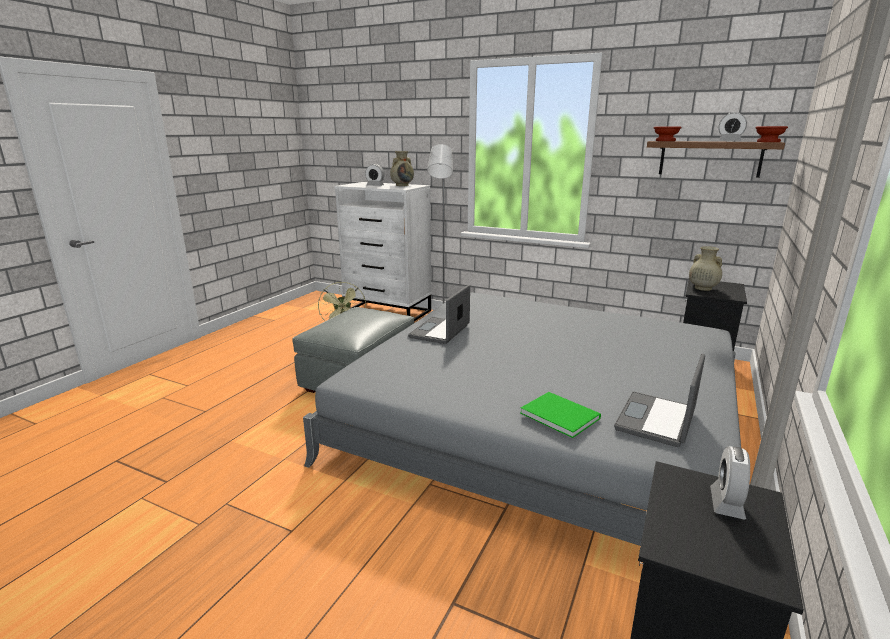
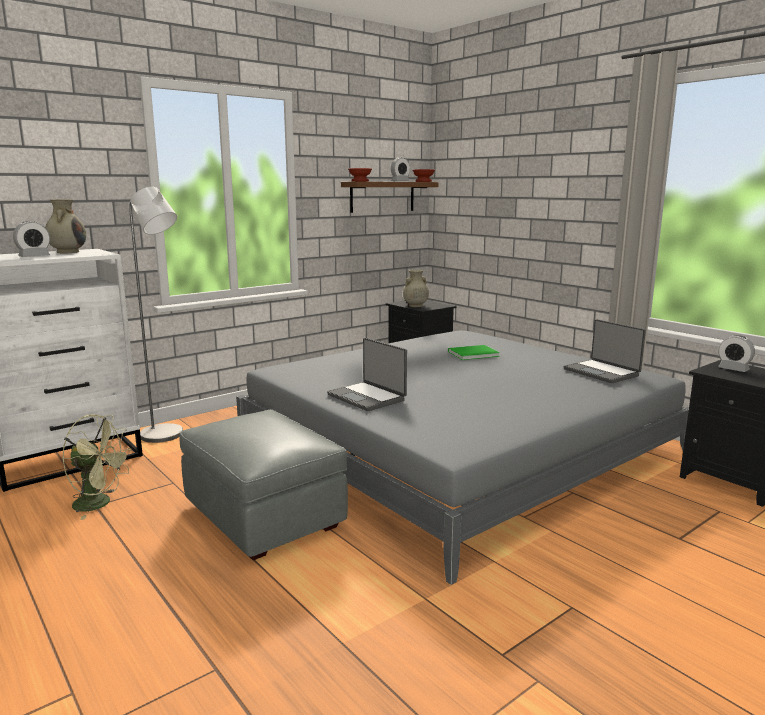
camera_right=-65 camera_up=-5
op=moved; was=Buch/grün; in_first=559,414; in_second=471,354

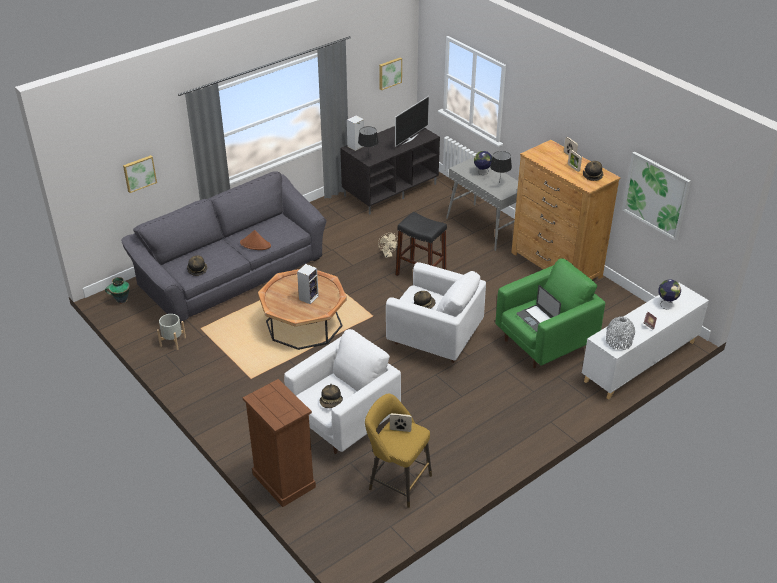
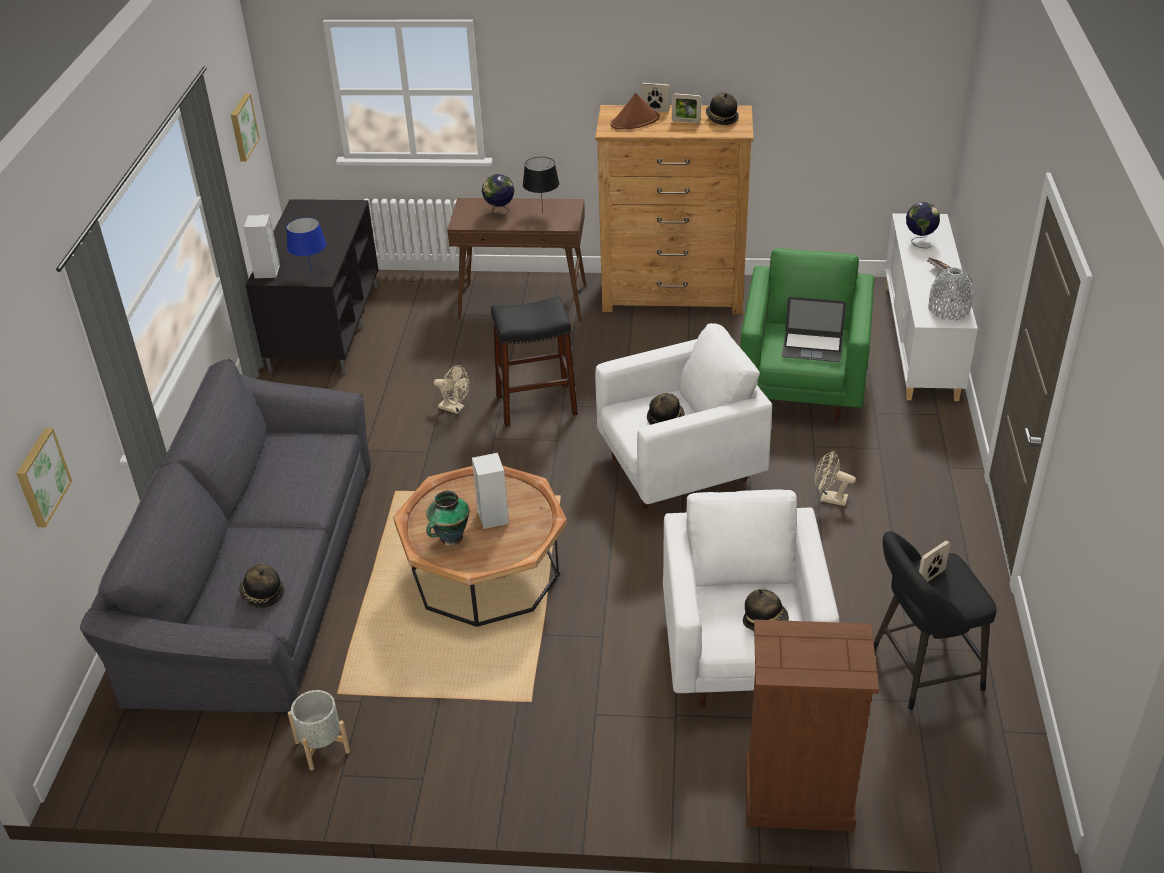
camera_right=-45 camera_up=0
op=moved; was=Vase; in_first=121,300; in_second=450,538
op=moved; was=Hut/braun; in_first=255,244; in_second=635,121
op=recoloured; was=Tischlampe/schwarz; now=Tischlampe/blau; in_first=368,158; in_second=312,276
op=recoloured; was=Hocker/gelb; now=Hocker/schwarz; in_first=397,481; in_second=920,671
op=removed; was=Fernseher; in_first=409,139
op=recoloured; was=Konsolentisch/grau; now=Konsolentisch/braun; in_first=485,227; in_second=523,301
op=removed; was=Bild; in_first=656,195
op=added; now=Ventilator/beige; in_second=829,499

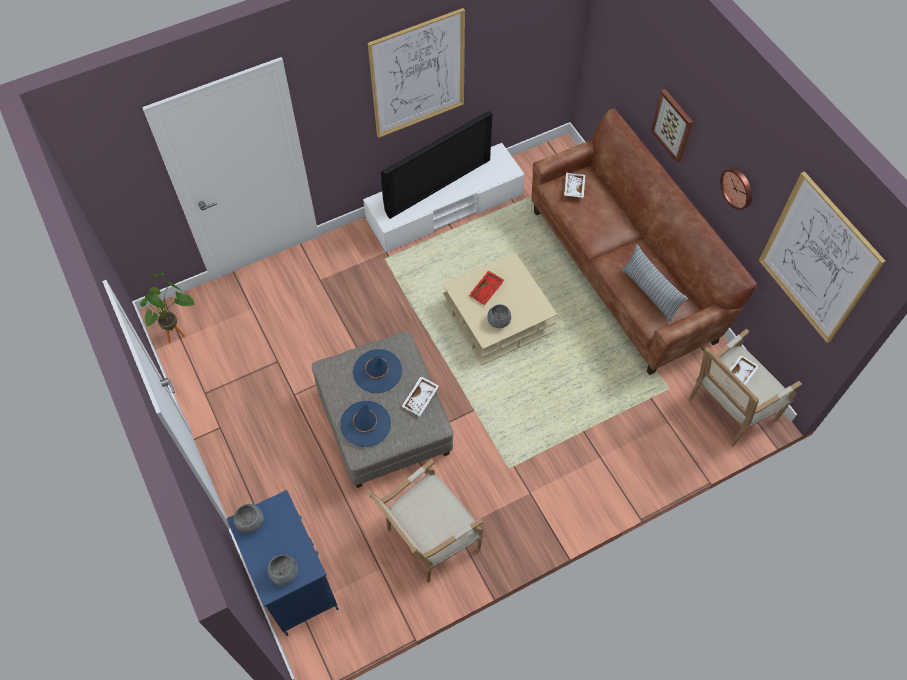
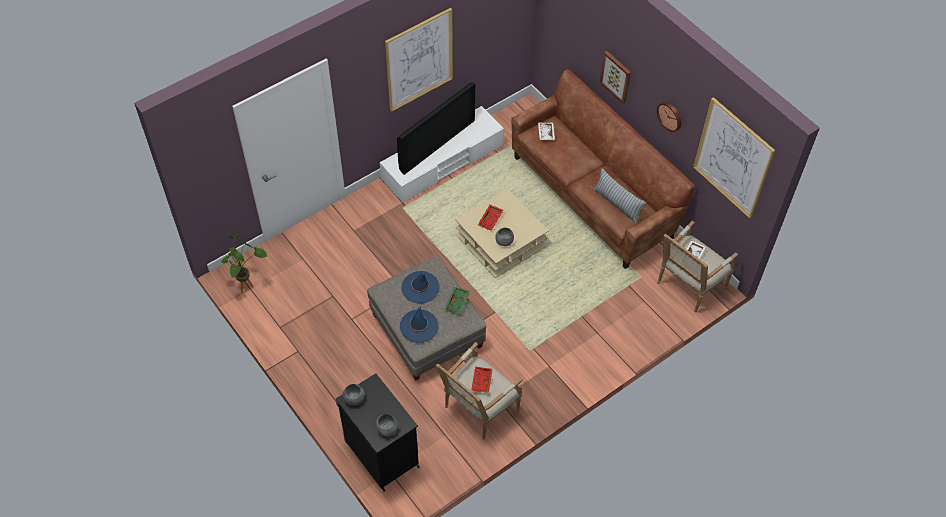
camera_right=-10 camera_up=-5
op=recoloured; was=Schrank/blau; now=Schrank/schwarz; in_first=293,581; in_second=380,453
op=recoloured; was=Tablett/weiß; now=Tablett/grün; in_first=421,399; in_second=457,303
op=added; now=Tablett/rot; in_second=481,381

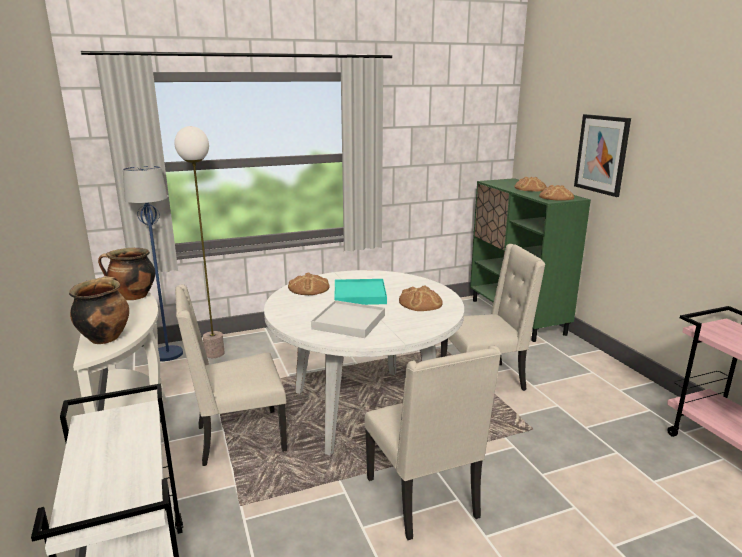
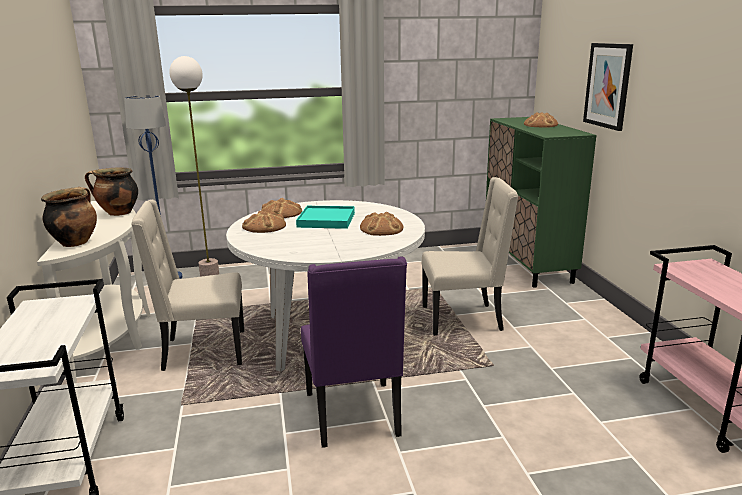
camera_right=10 camera_up=0
op=removed; was=Tablett/weiß; in_first=348,322
op=recoloured; was=Stuhl/beige; now=Stuhl/lila; in_first=424,499; in_second=354,415
op=moved; was=Brot; in_first=556,197; in_second=264,226

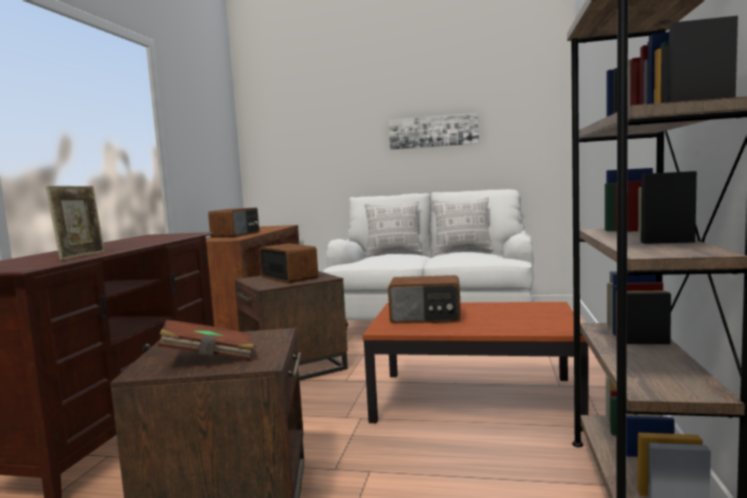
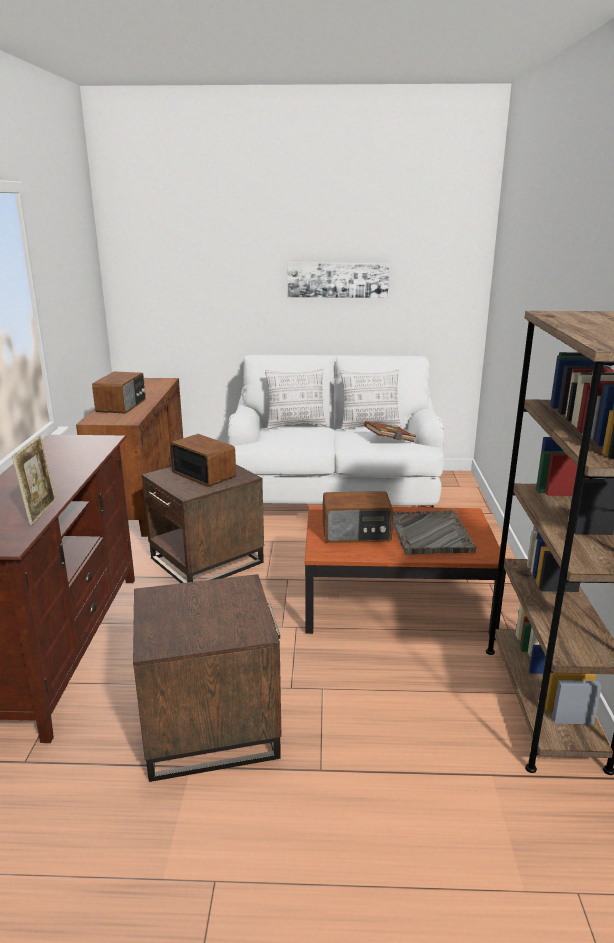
camera_right=-10 camera_up=15
op=moved; was=Buch/braun; in_first=209,358; in_second=389,441
op=added; now=Tablett/grau; in_second=430,534

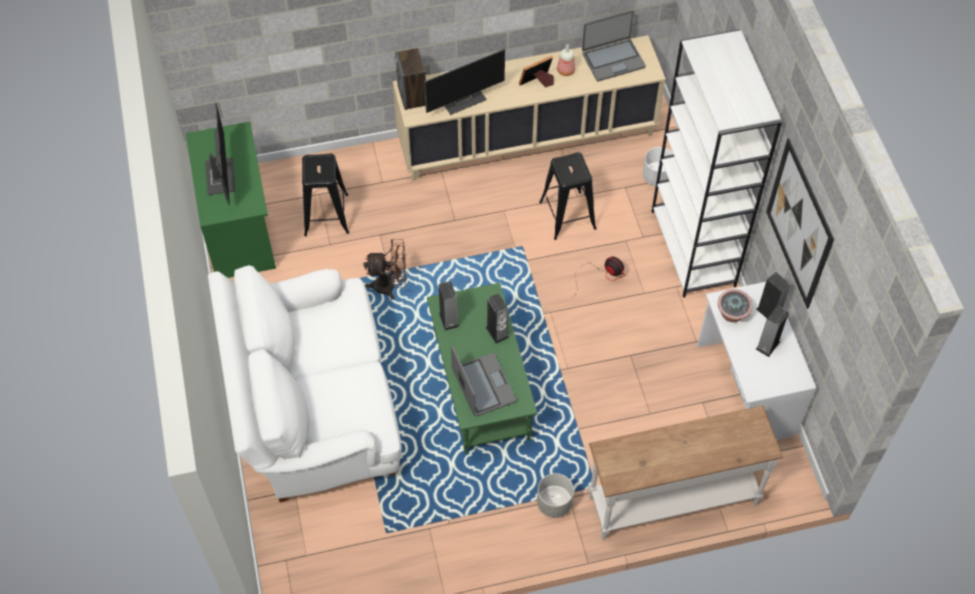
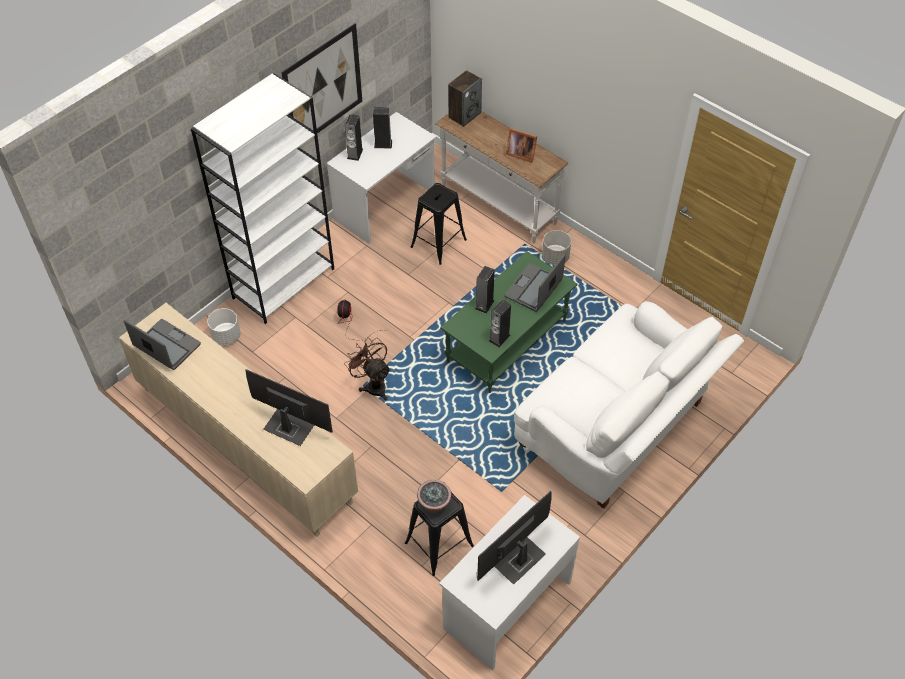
camera_right=-125 camera_up=-5
op=recoloured; was=Schreibtisch/grün; now=Schreibtisch/weiß; in_first=240,228; in_second=506,604
op=moved; was=Ventilator/braun; in_first=390,286; in_second=373,385
op=moved; was=Lautsprecher; in_first=412,96; in_second=464,115
op=moved; was=Bilderrahmen; in_first=537,82; in_second=520,153
op=moved; was=Hocker/schwarz; in_first=567,215; in_second=438,243
op=removed; was=Flasche; in_first=566,70
op=moved; was=Topfpflanze; in_first=732,315; in_second=434,504

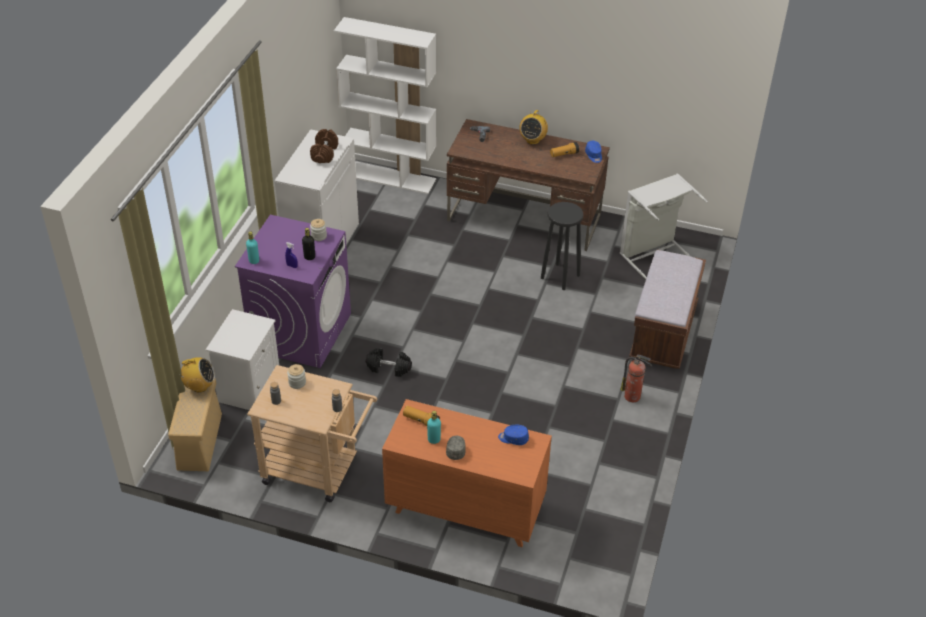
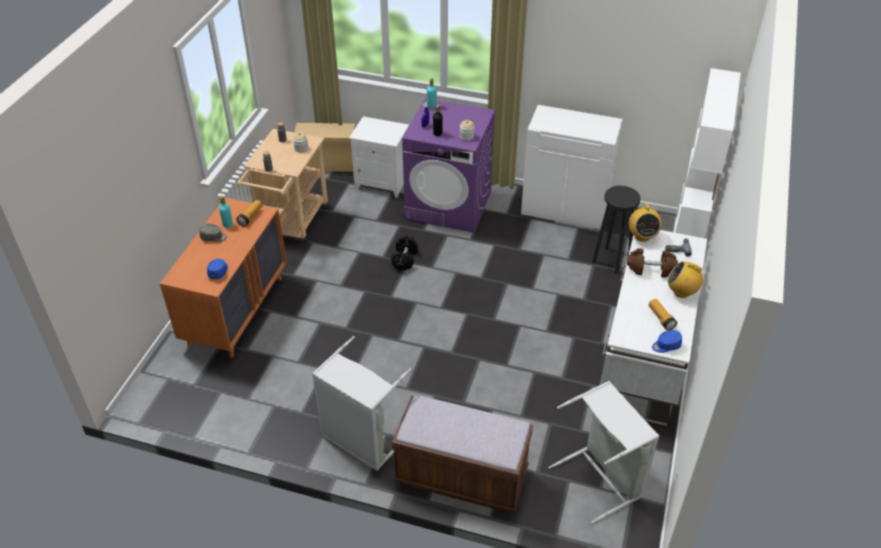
camera_right=90 camera_up=0
op=moved; was=Radio; in_first=199,386; in_second=642,236
op=moved; was=Hantel/braun; in_first=324,153; in_second=650,269
op=recoloured; was=Schreibtisch/braun; now=Schreibtisch/weiß; in_first=525,217; in_second=644,357
op=moved; was=Hocker/schwarz; in_first=560,277; in_second=611,260
op=replaced; was=Feuerlöscher; now=Wäschekorb/grau; in_first=633,396; in_second=361,440

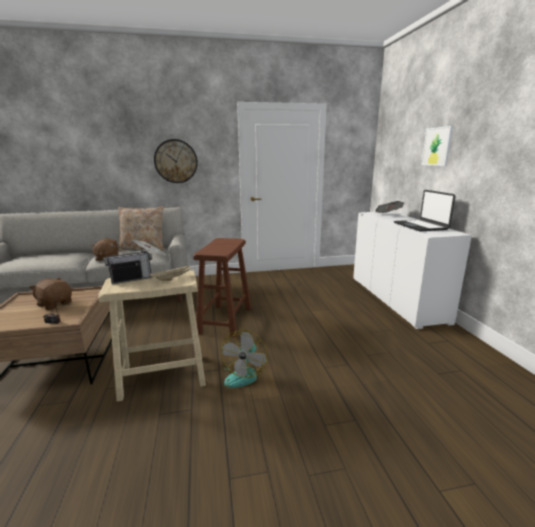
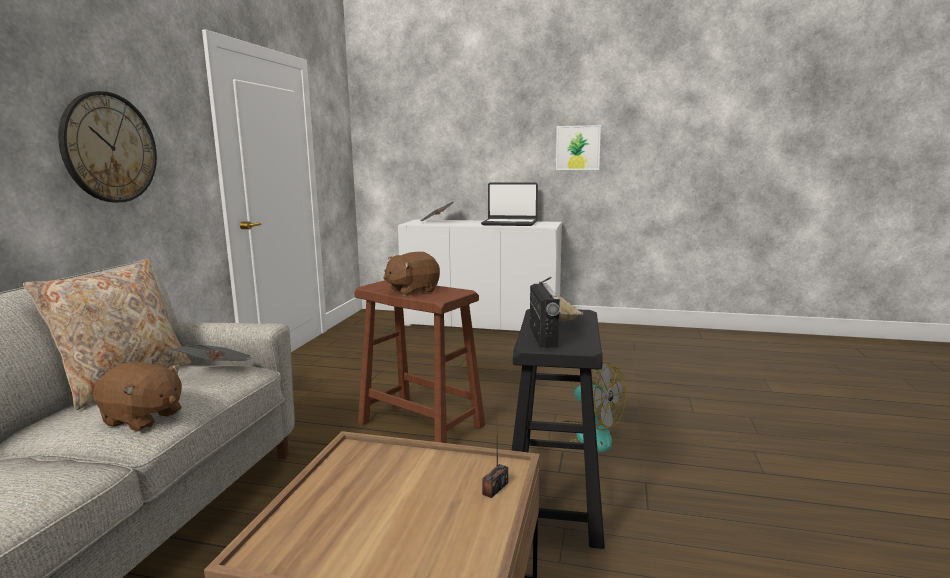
camera_right=-65 camera_up=-5
op=moved; was=Plüschtier/braun; in_first=55,304; in_second=412,291
op=recoloured; was=Hocker/beige; now=Hocker/schwarz; in_first=164,376; in_second=554,498
op=moved; was=Bild; in_first=437,146; in_second=578,148

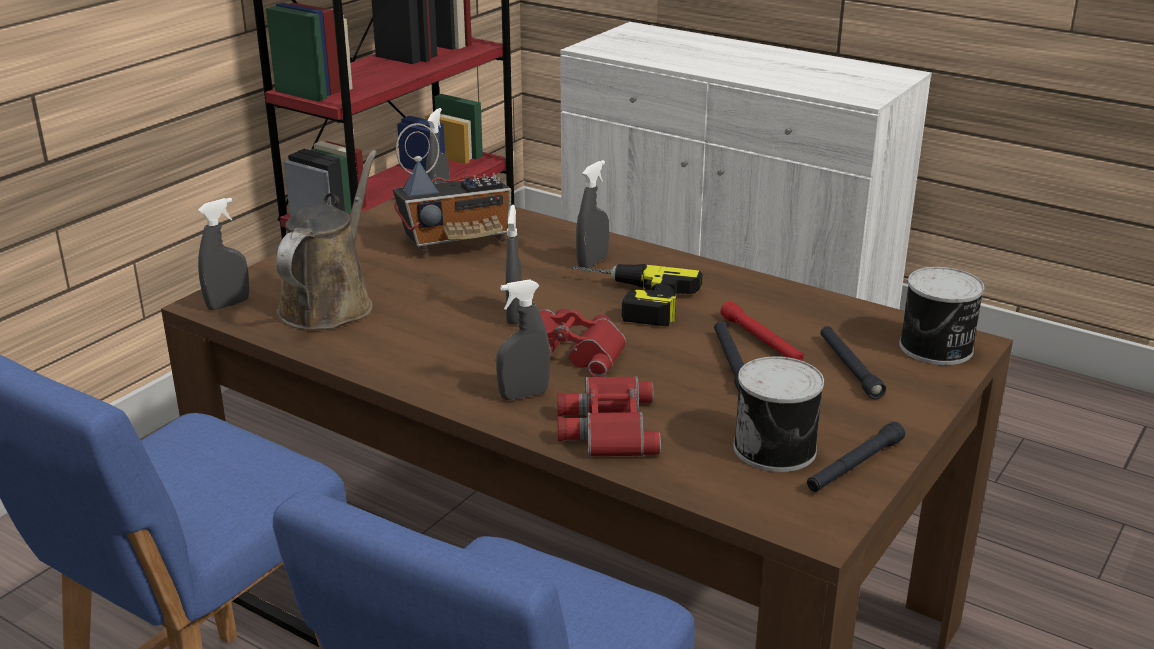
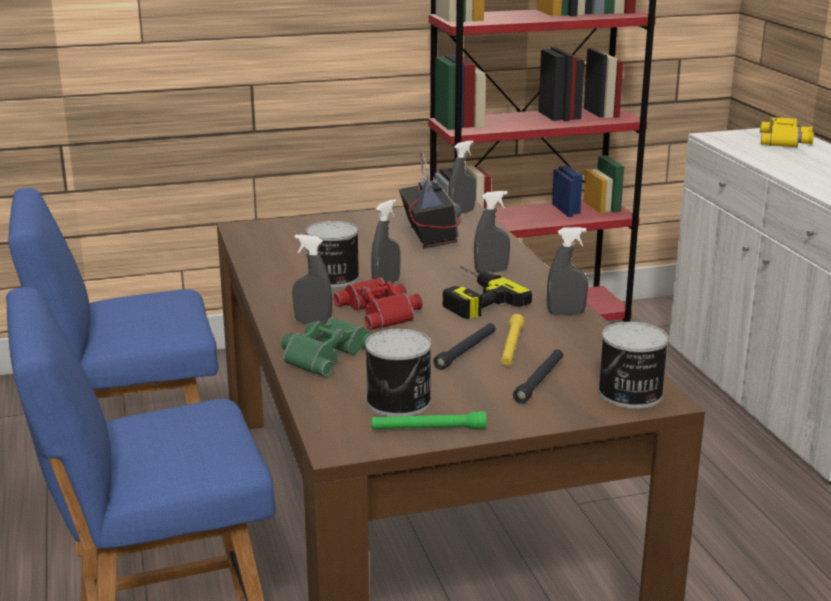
camera_right=40 camera_up=-5
op=moved; was=Sprühflasche/grau; in_first=228,304; in_second=566,313
op=removed; was=Gießkanne/braun; in_first=330,303
op=turned; was=Radio; in_first=457,242; in_second=429,236; clockwise=-120
op=recoloured; was=Fernglas/rot; now=Fernglas/grün; in_first=605,426; in_second=325,354
op=recoloured; was=Taschenlampe/rot; now=Taschenlampe/gelb; in_first=761,341; in_second=511,347
op=recoloured; was=Taschenlampe/schwarz; now=Taschenlampe/grün; in_first=854,466; in_second=428,429
op=added; now=Dose; in_second=333,278
op=added; now=Fernglas/gelb; in_second=786,140

